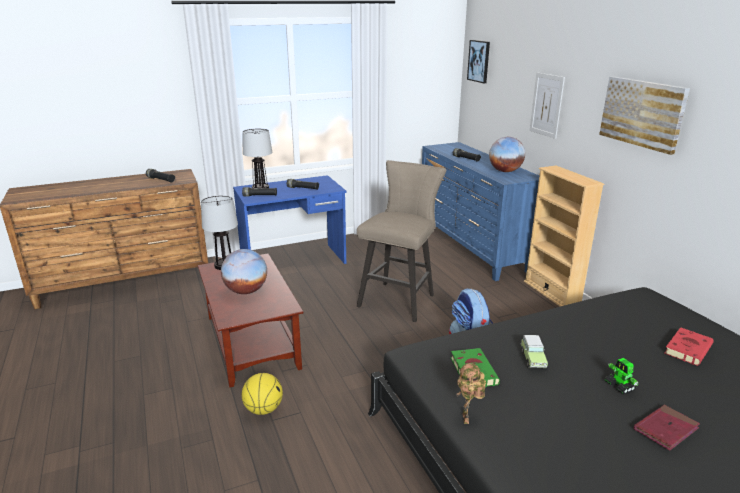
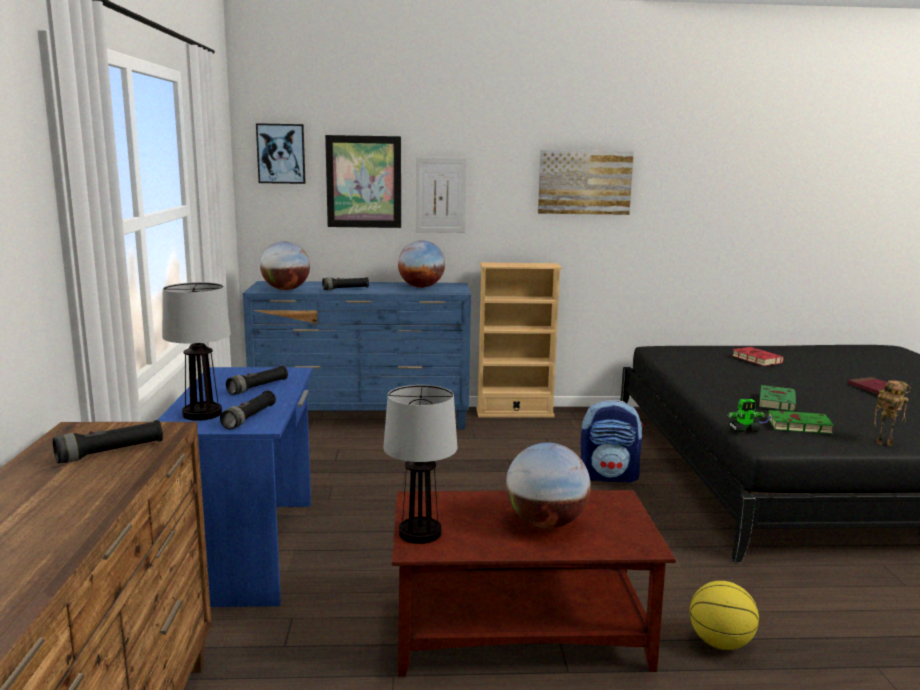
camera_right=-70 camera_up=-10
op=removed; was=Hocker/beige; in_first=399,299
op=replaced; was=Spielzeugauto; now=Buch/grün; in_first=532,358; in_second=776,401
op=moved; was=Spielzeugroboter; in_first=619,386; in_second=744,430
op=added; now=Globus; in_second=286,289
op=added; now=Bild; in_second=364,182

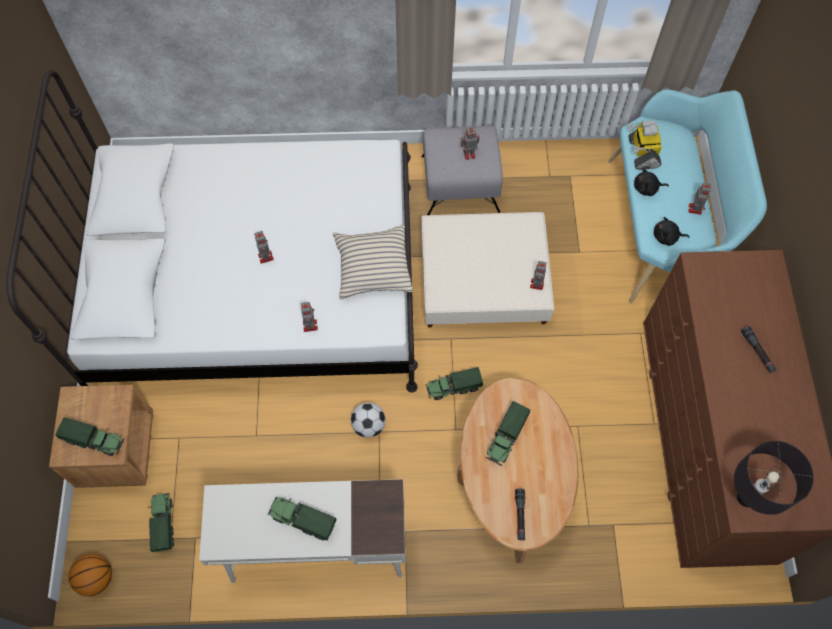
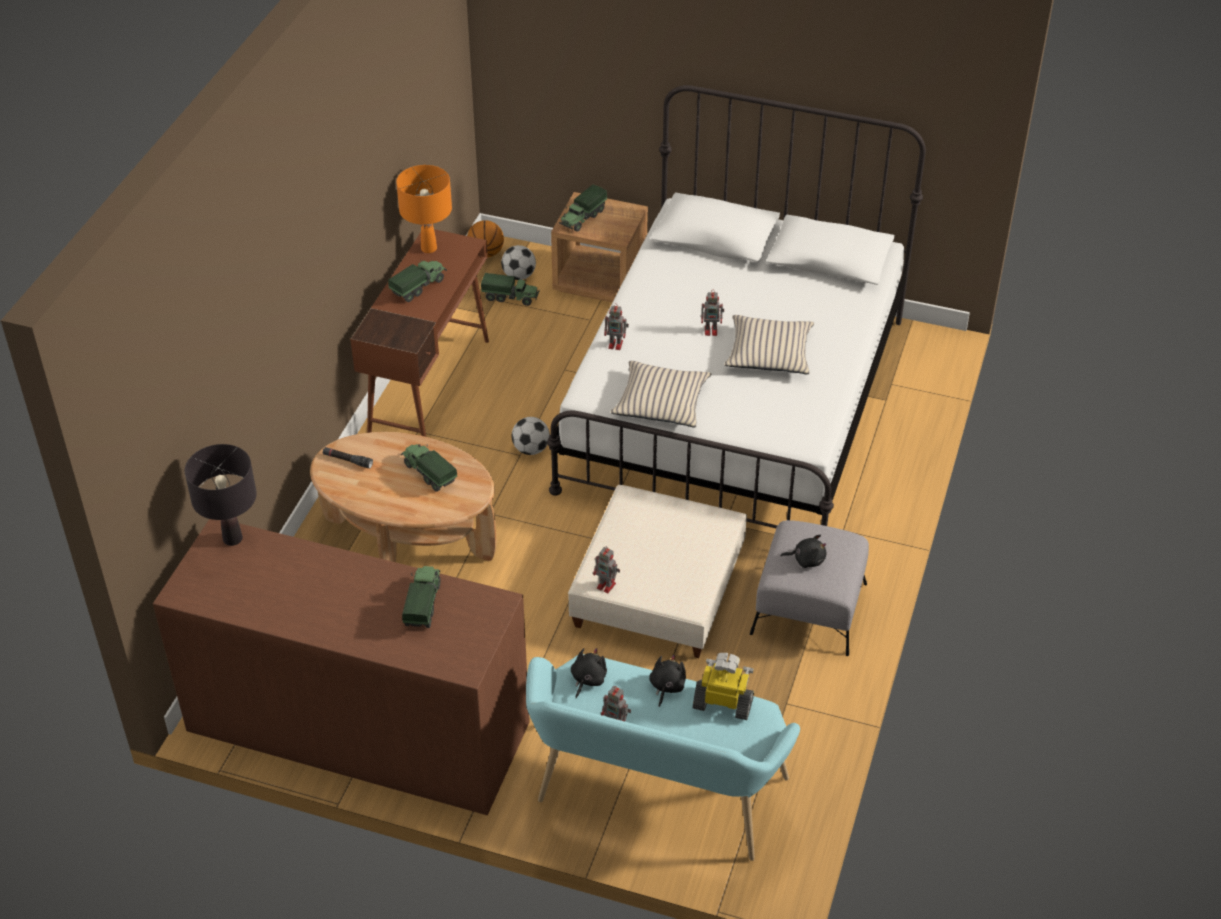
camera_right=110 camera_up=-20
op=recoloured; was=Schreibtisch/weiß; now=Schreibtisch/braun; in_first=316,548; in_second=429,386
op=moved; was=Spielzeuglaster; in_first=453,388; in_second=423,604
op=replaced; was=Spielzeugroboter; now=Plüschtier/schwarz; in_first=468,154; in_second=806,559
op=removed; was=Taschenlampe/schwarz; in_first=757,351
op=added; now=Tischlampe/orange; in_second=428,248
op=added; now=Fußball; in_second=519,276
op=added; now=Kissen/beige; in_second=769,353

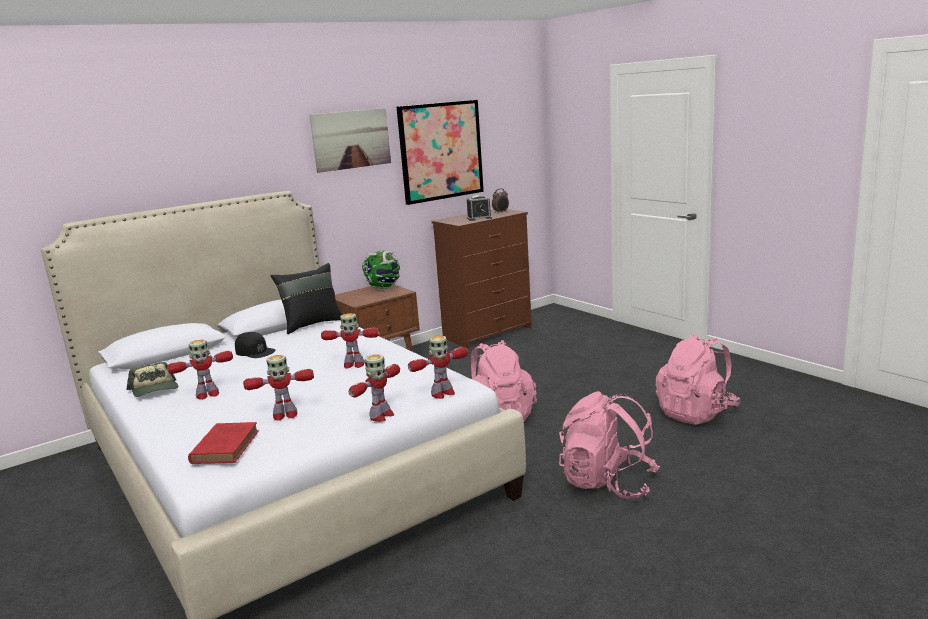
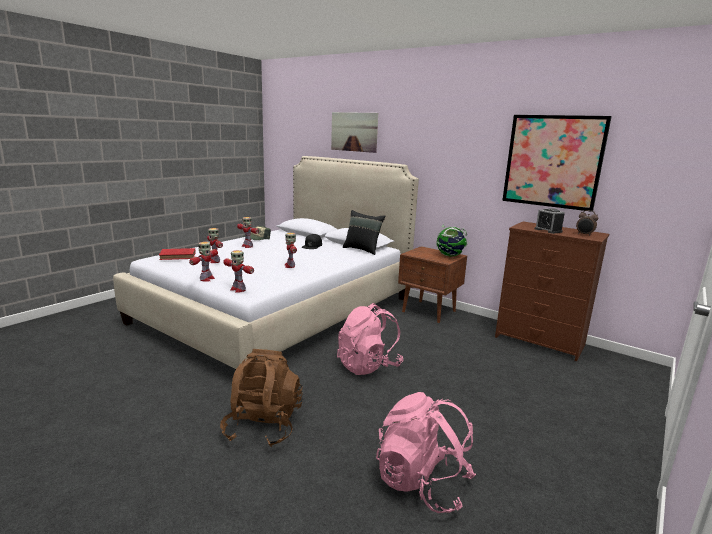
camera_right=70 camera_up=0
op=moved; was=Bild; in_first=351,139; in_second=354,132
op=turned; was=Spielzeugroboter; in_first=381,416; in_second=206,279; clockwise=-90
op=recoloured; was=Rucksack/rosa; now=Rucksack/braun; in_first=607,483; in_second=263,425

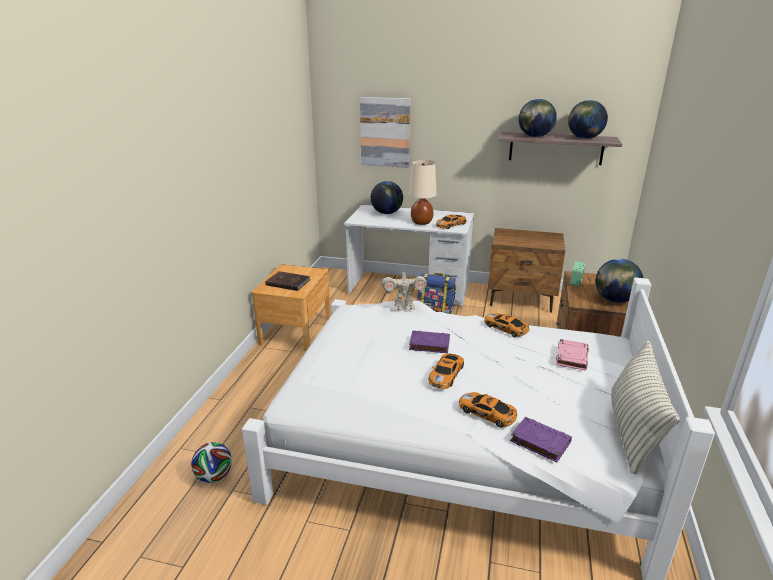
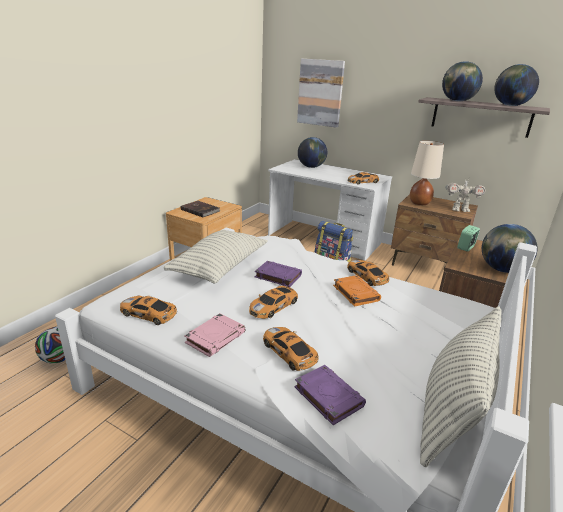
camera_right=15 camera_up=0
op=moved; was=Spielzeugroboter; in_first=403,307; in_second=460,210
op=moved; was=Tischlampe/beige; in_first=422,222; in_second=420,203
op=moved; was=Buch/rosa; in_first=571,357; in_second=215,337
op=added; now=Spielzeugauto; in_second=149,314
op=added; now=Kissen; in_second=219,267
op=added; now=Buch/orange; in_second=355,293

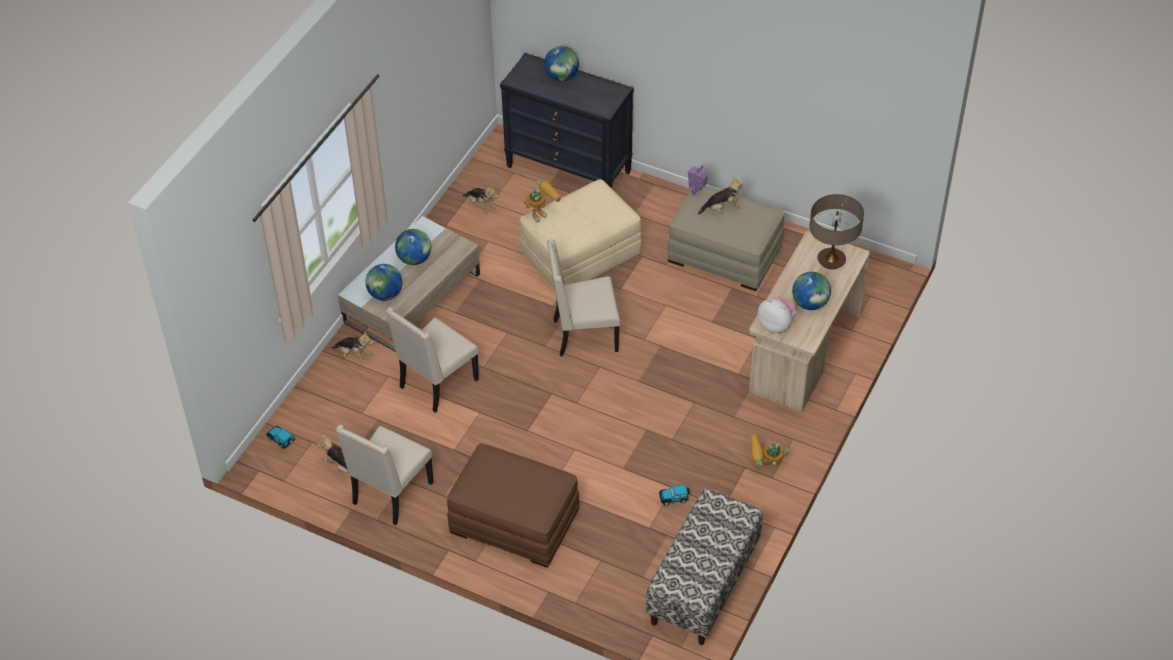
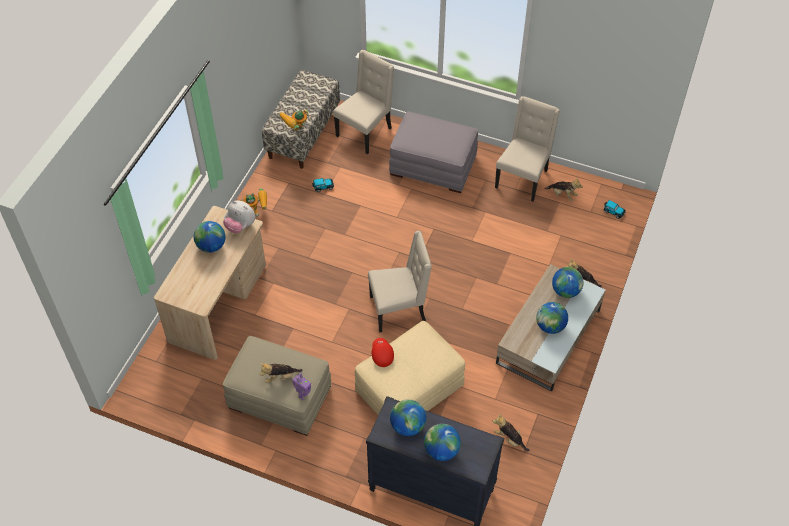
camera_right=175 camera_up=5
op=moved; was=Stuhl/beige; in_first=437,384; in_second=365,132
op=recoloured; was=Polsterhocker/braun; now=Polsterhocker/grau; in_first=513,522; in_second=433,165
op=moved; was=Spielzeugroboter; in_first=541,212; in_second=296,131
op=removed; was=Tischlampe; in_first=831,260
op=added; now=Kappe/rot; in_second=381,355
op=added; now=Globus; in_second=407,426

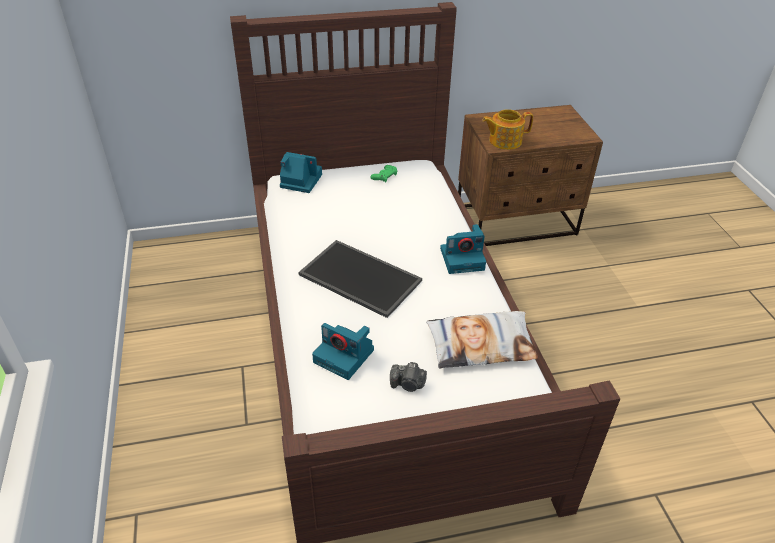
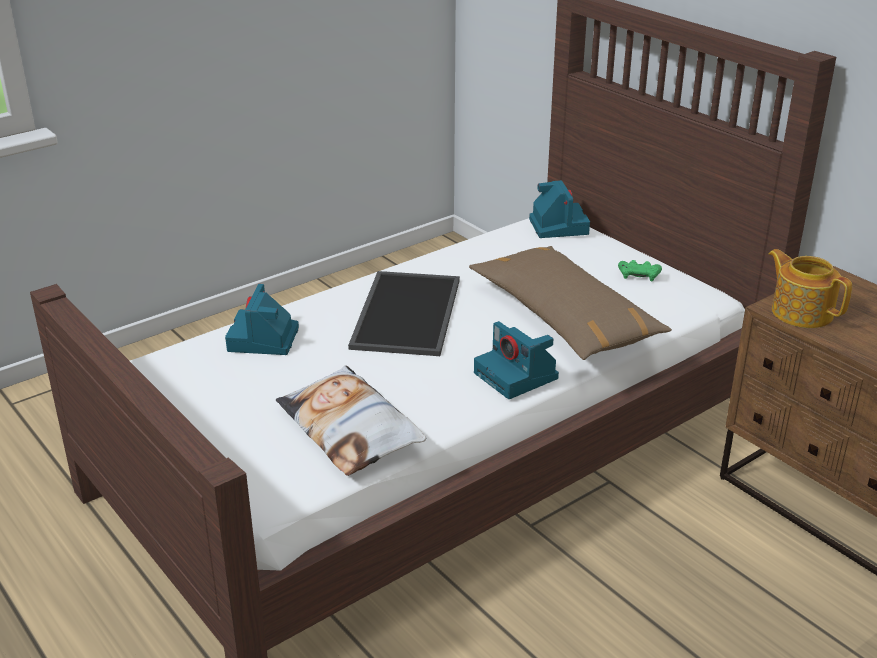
camera_right=65 camera_up=-10
op=removed; was=Kamera; in_first=408,384
op=added; now=Kissen/braun; in_second=564,318

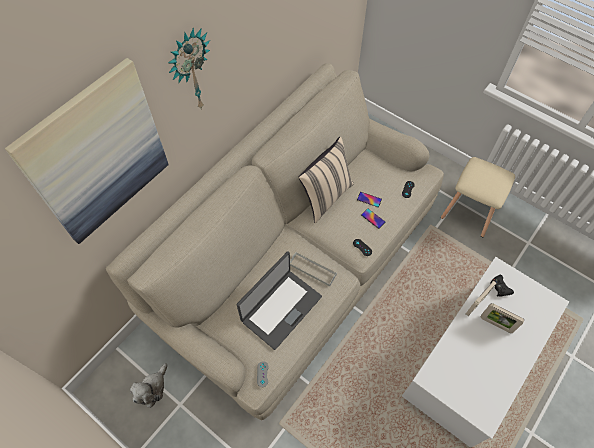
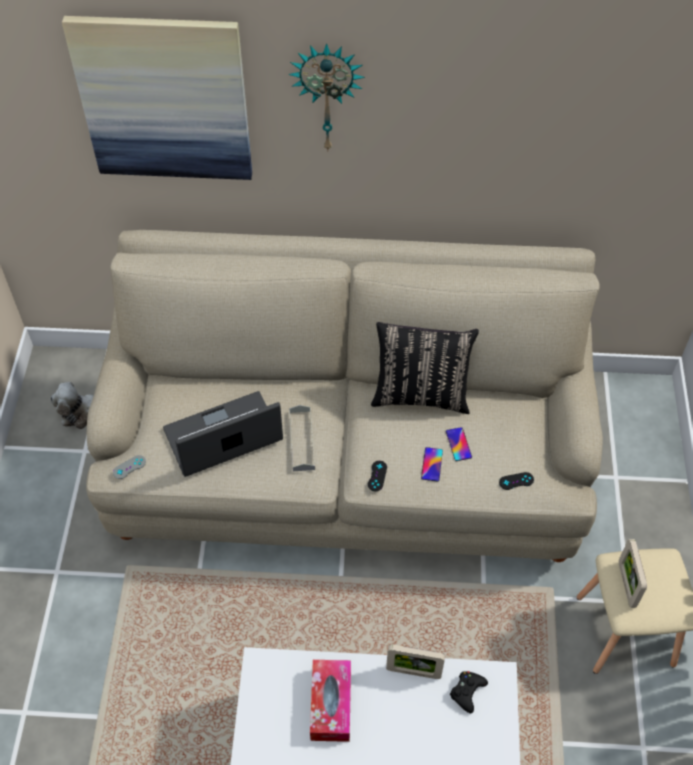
camera_right=55 camera_up=-5
op=turned; was=Laptop; in_first=280,308; in_second=223,436; clockwise=150
op=recoloured; was=Kissen/beige; now=Kissen/schwarz; in_first=325,197; in_second=420,394
op=moved; was=Bilderrahmen; in_first=496,324; in_second=626,584
op=added; now=Taschentuchbox; in_second=331,704

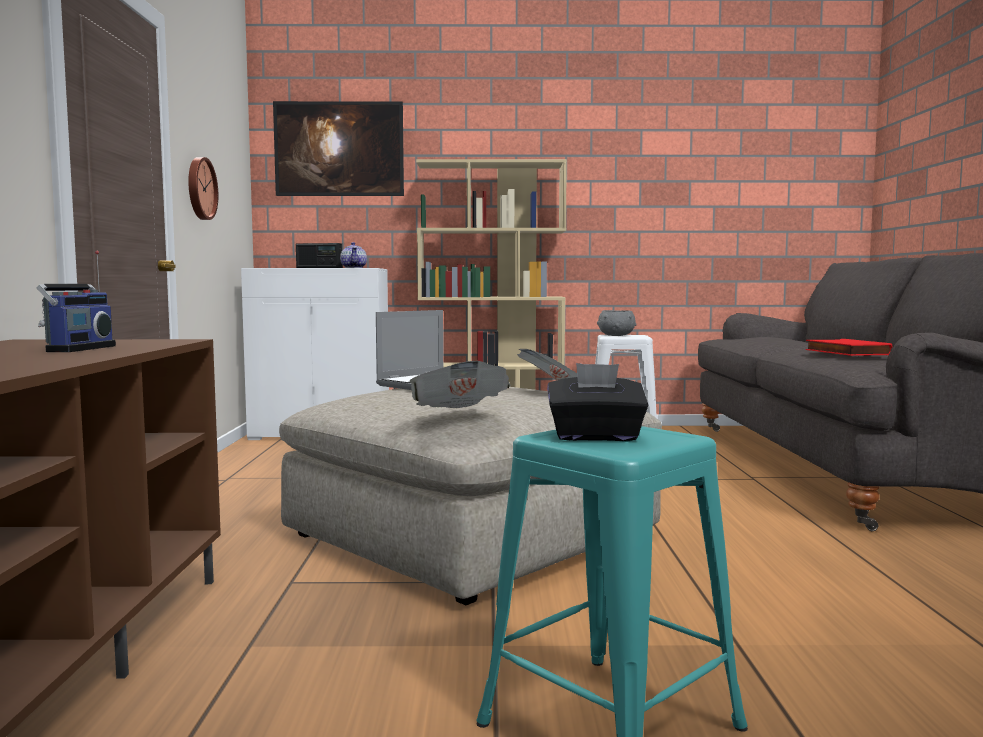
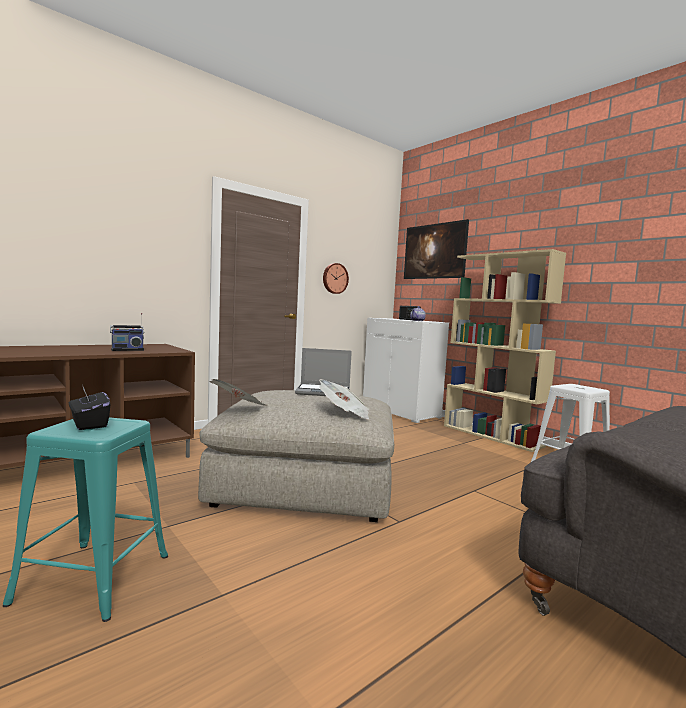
camera_right=50 camera_up=0
op=removed; was=Schüssel/grau; in_first=615,335
op=removed; was=Buch/rot; in_first=845,352

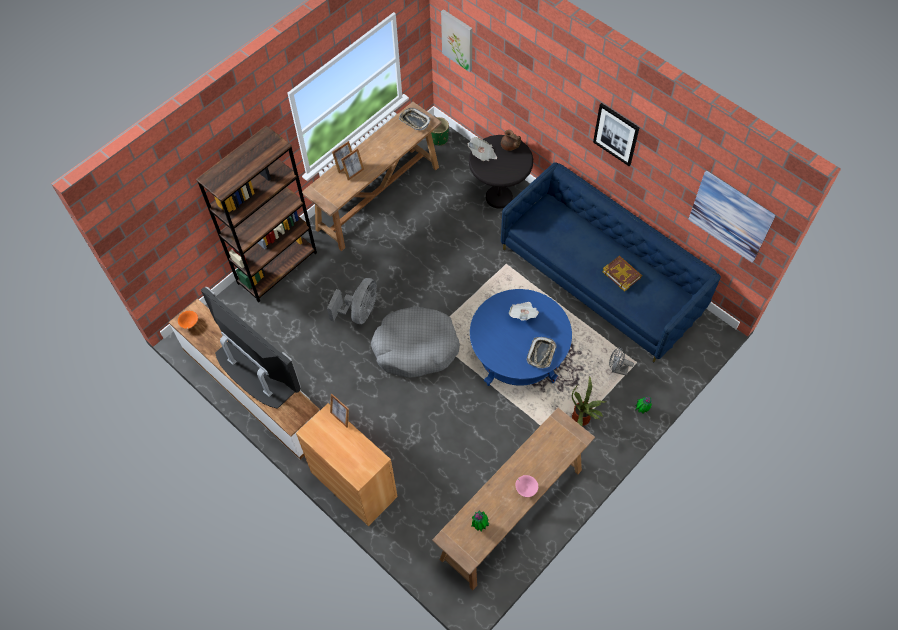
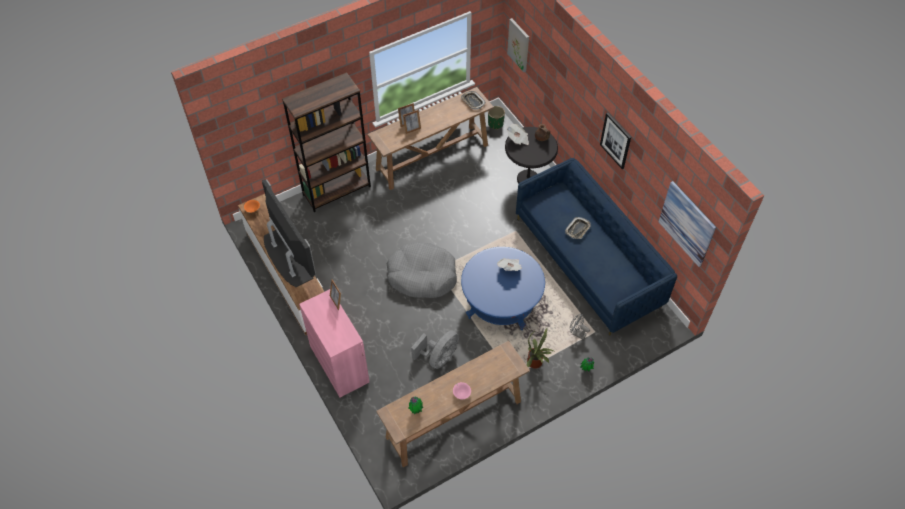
camera_right=15 camera_up=-5
op=recoloured; was=Schrank/braun; now=Schrank/rosa; in_first=354,484; in_second=339,364
op=moved; was=Ventilator/grau; in_first=359,312; in_second=439,358
op=moved; was=Tablett; in_first=541,354; in_second=577,229
op=removed; was=Buch; in_first=621,274

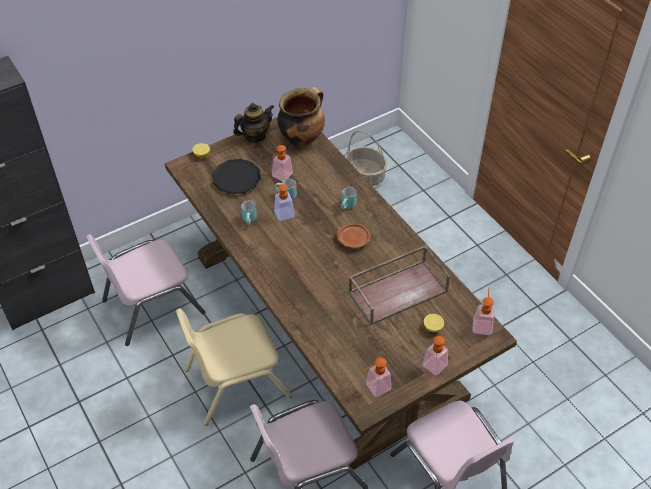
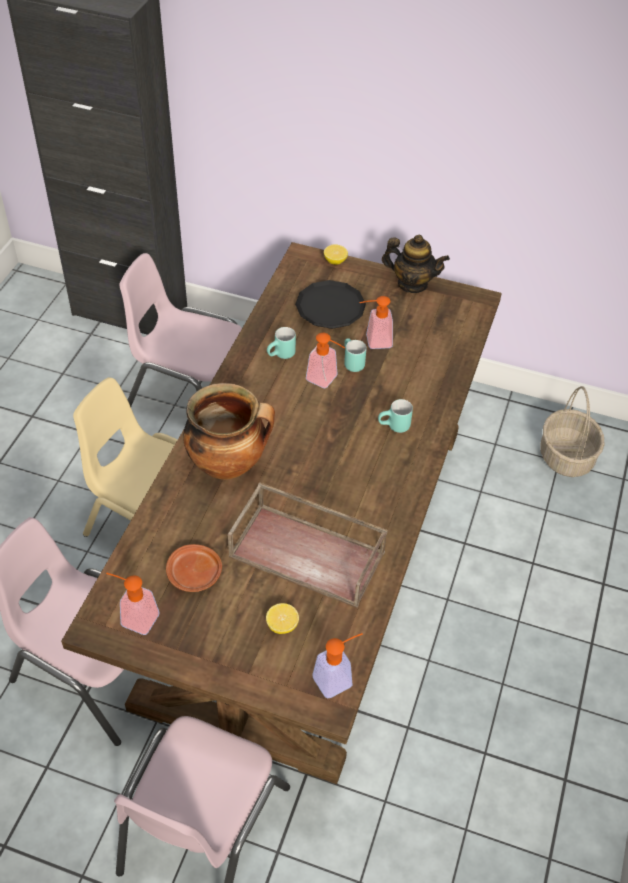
camera_right=50 camera_up=0
op=moved; was=Kochtopf; in_first=302,138; in_second=229,464
op=moved; was=Teller/braun; in_first=354,239; in_second=195,574
op=removed; was=Seifenspender; in_first=438,368

